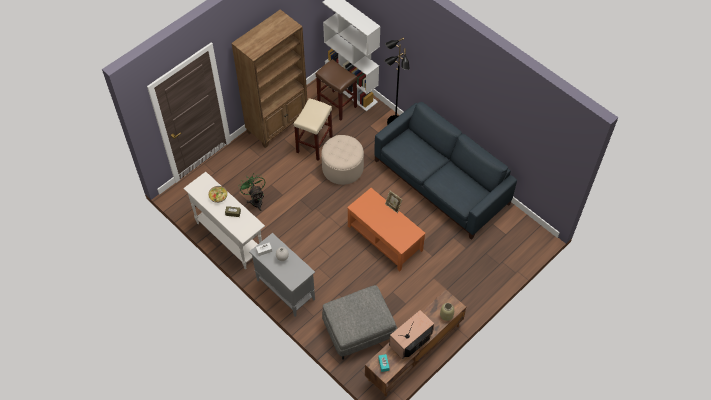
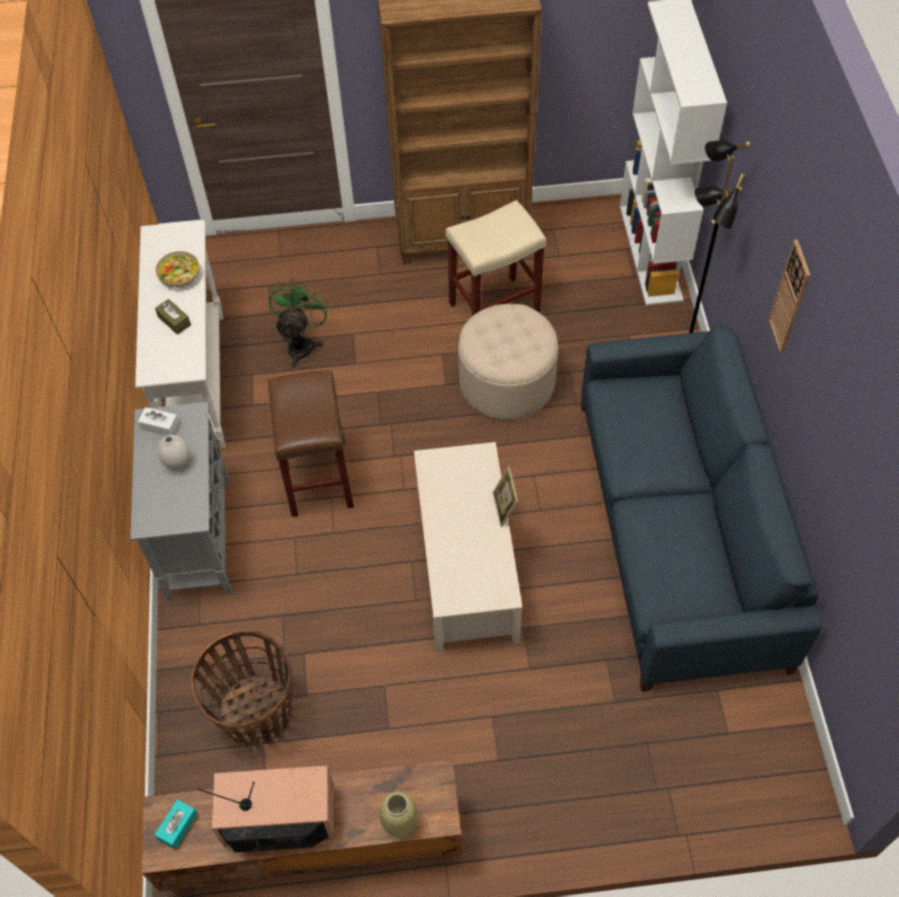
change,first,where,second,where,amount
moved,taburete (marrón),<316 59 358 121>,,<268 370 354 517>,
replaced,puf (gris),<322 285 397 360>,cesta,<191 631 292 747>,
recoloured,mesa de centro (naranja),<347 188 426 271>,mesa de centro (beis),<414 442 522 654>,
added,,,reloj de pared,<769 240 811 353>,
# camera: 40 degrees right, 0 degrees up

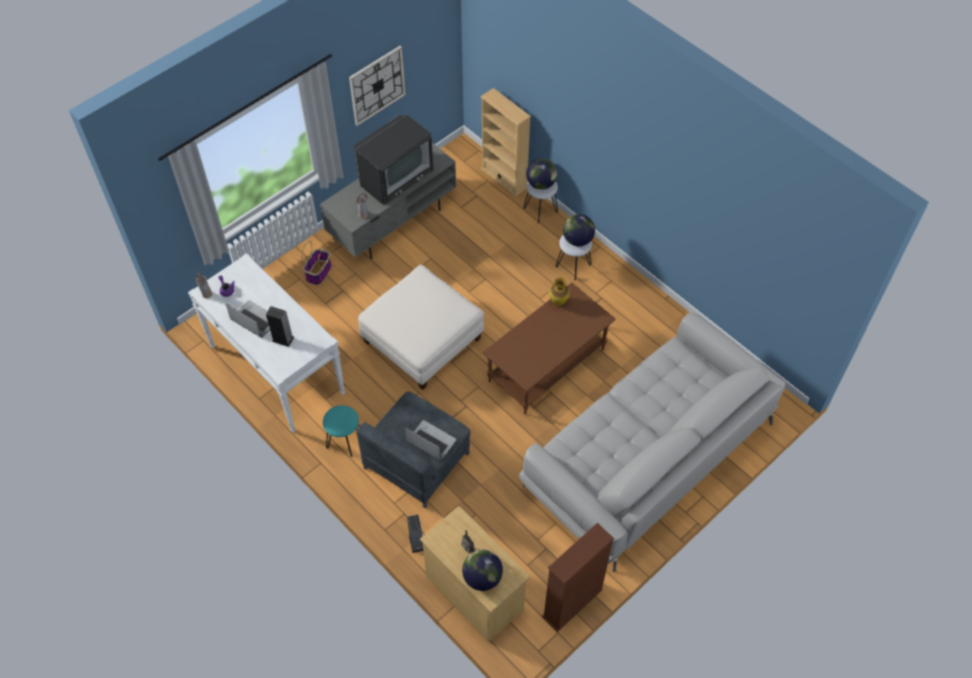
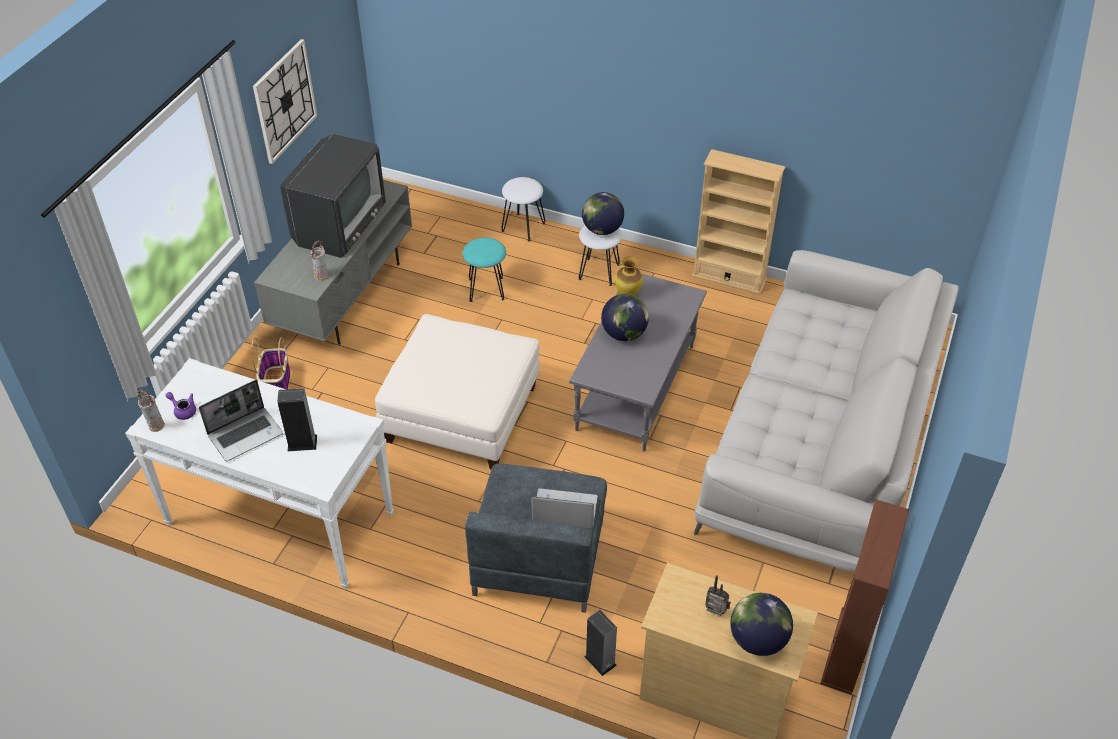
change,first,where,second,where,amount
turned,portátil,<226 300 270 338>,,<199 380 283 461>,135 degrees clockwise
moved,taburete (turquesa),<323 405 360 457>,,<463 238 506 302>,
moved,estantería (beis),<480 88 531 197>,,<692 149 785 294>,
recoloured,mesa de centro (marrón),<483 283 616 415>,mesa de centro (gris),<569 273 707 451>,
moved,globo terráqueo,<526 158 557 190>,,<601 294 649 341>,
# camera: 25 degrees left, 10 degrees down

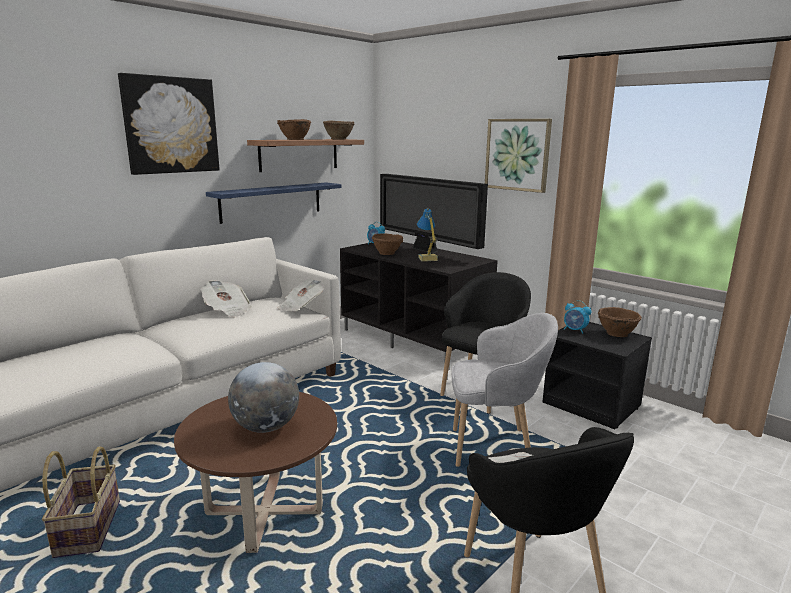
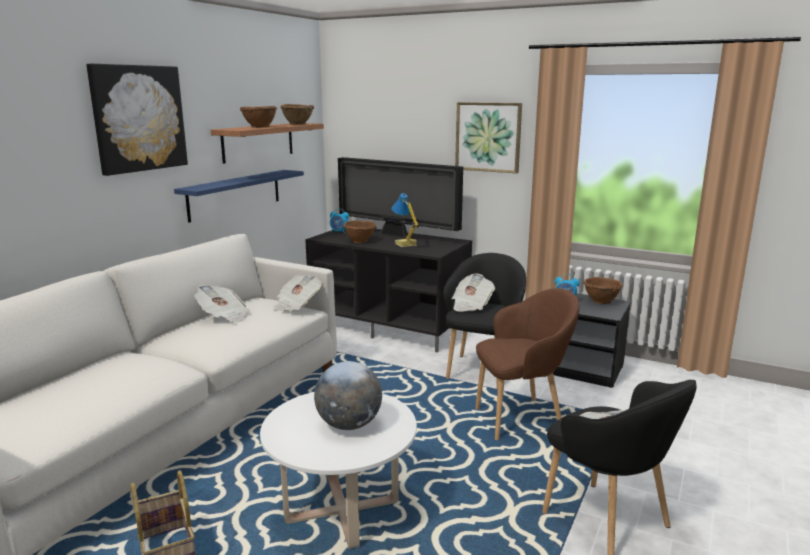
change,first,where,second,where,amount
recoloured,mesa de centro (marrón),<174 392 337 553>,mesa de centro (blanco),<260 392 417 549>,
recoloured,sillón (gris),<452 313 558 467>,sillón (marrón),<475 288 579 440>,
added,,,periódico,<452 273 495 312>,
# camera: 15 degrees left, 0 degrees up

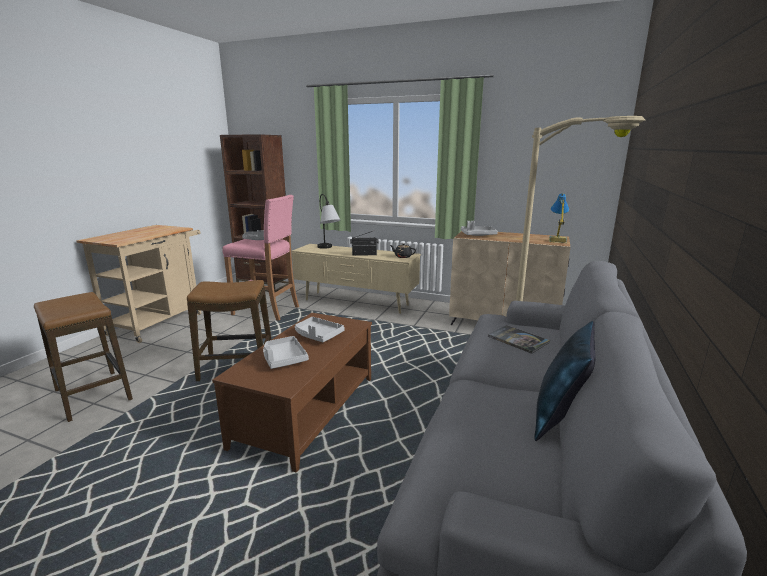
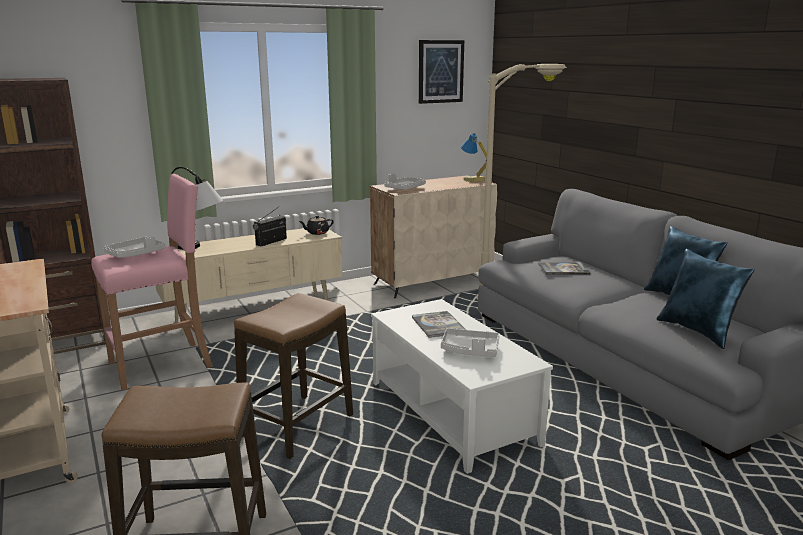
change,first,where,second,where,amount
recoloured,mesa de centro (marrón),<212 313 372 473>,mesa de centro (blanco),<371 299 553 474>,
replaced,bandeja (gris),<295 317 345 342>,libro,<412 311 466 338>,
added,,,cuadro,<419 40 464 104>,
added,,,cojín (azul),<656 249 754 349>,
# camera: 50 degrees left, 0 degrees up

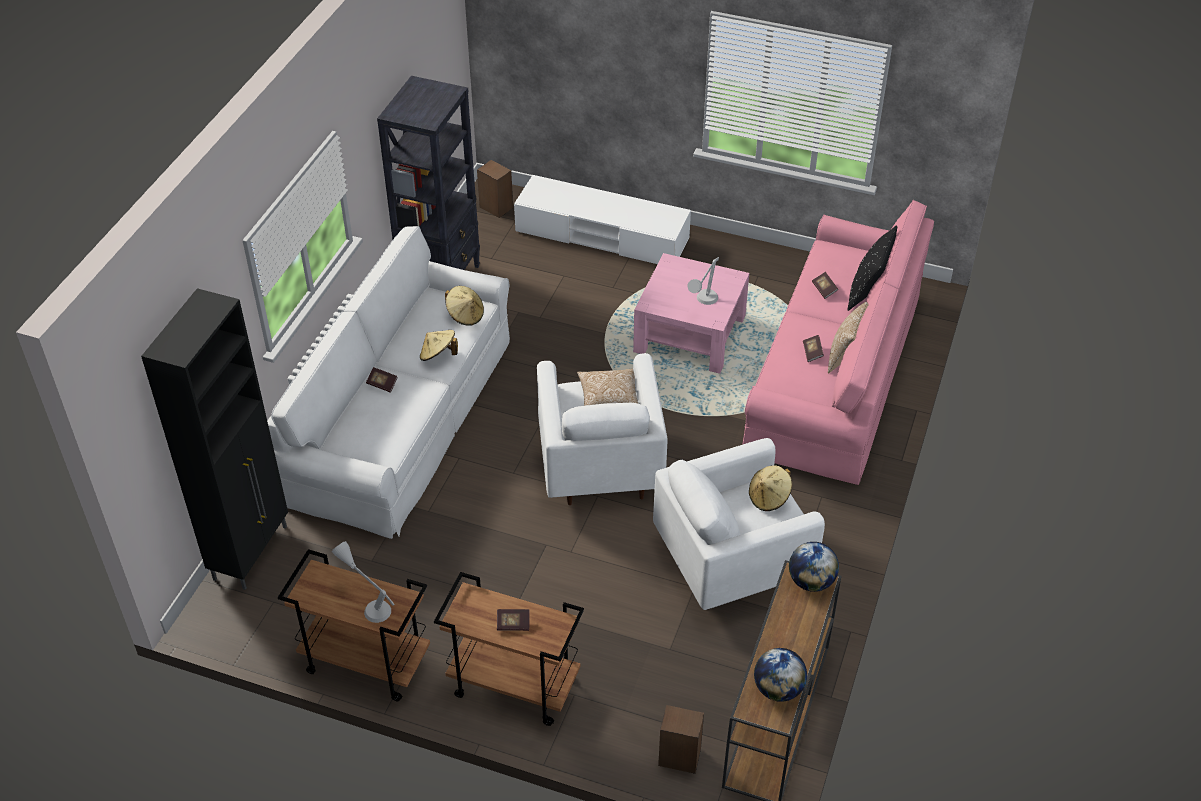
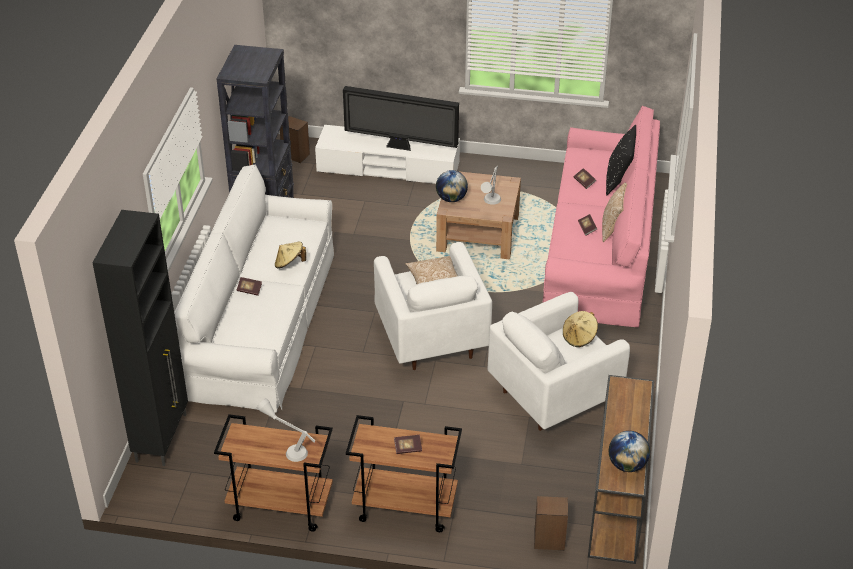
change,first,where,second,where,amount
removed,sombrero (beis),<445 286 484 326>,,,
recoloured,mesa de centro (rosa),<633 253 749 374>,mesa de centro (marrón),<436 171 521 260>,
moved,globo terráqueo,<789 542 839 592>,,<436 170 468 202>,
added,,,televisor,<343 86 459 151>,
# camera: 10 degrees left, 5 degrees down

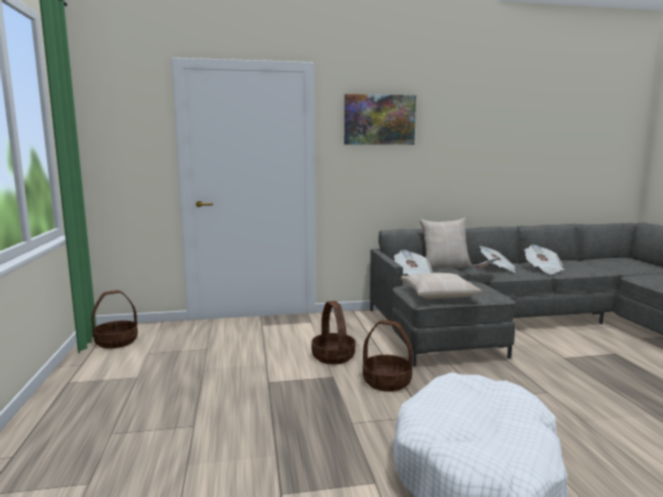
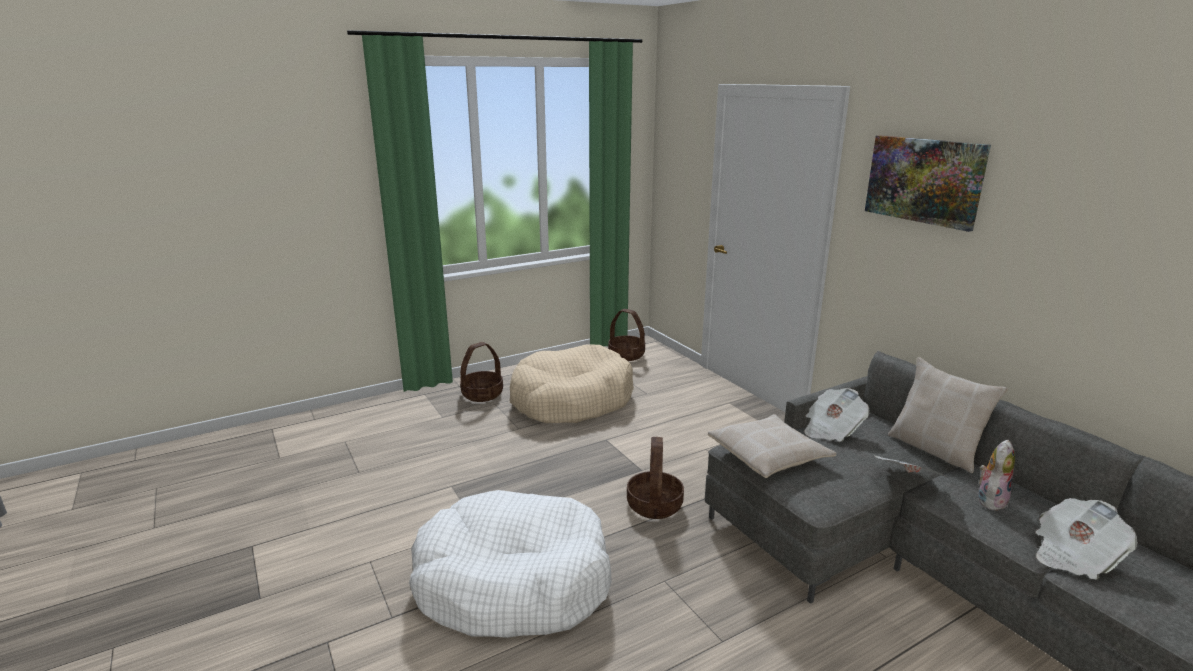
change,first,where,second,where,amount
moved,cesta,<312 301 355 364>,,<460 342 503 402>,
replaced,periódico,<479 246 516 273>,peluche,<979 440 1015 510>,
added,,,cama para perro (beis),<510 344 634 423>,
# camera: 70 degrees right, 10 degrees up

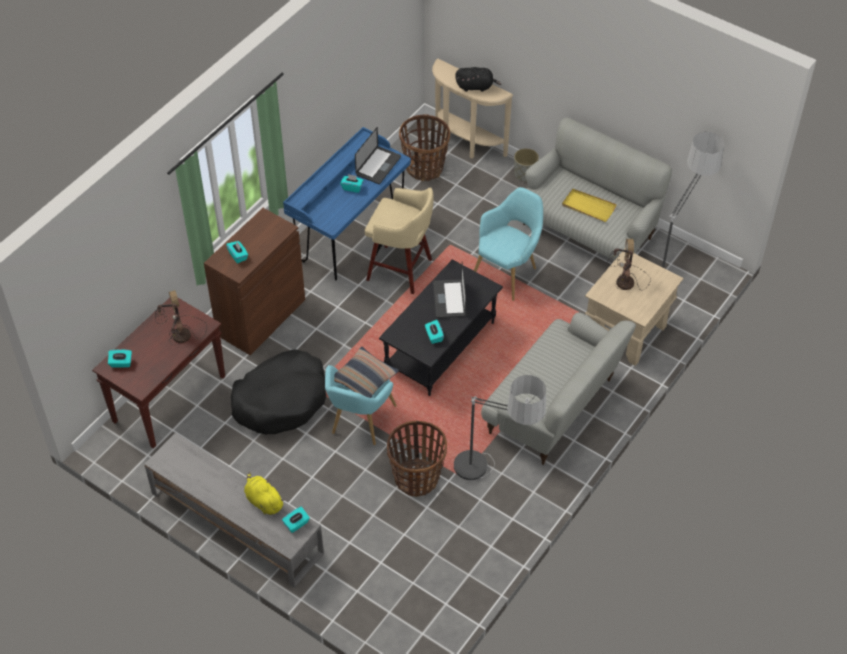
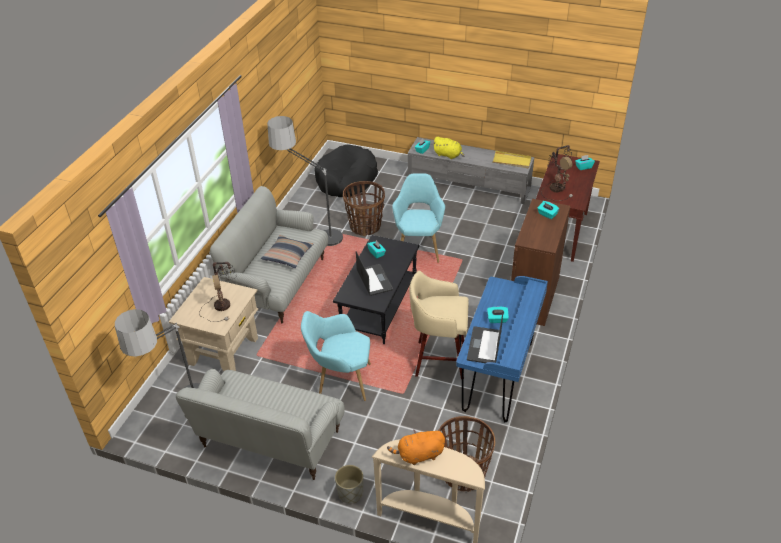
change,first,where,second,where,amount
moved,cama para perro (negro),<231 349 326 434>,,<314 144 378 197>,
moved,cojín,<334 347 399 398>,,<261 235 313 268>,
recoloured,peluche (negro),<455 67 501 92>,peluche (naranja),<387 430 445 465>,
turned,sillón (turquesa),<474 187 543 301>,,<301 311 371 401>,75 degrees clockwise
moved,bandeja (amarillo),<562 189 617 222>,,<492 151 531 168>,
# camera: 165 degrees right, 10 degrees down

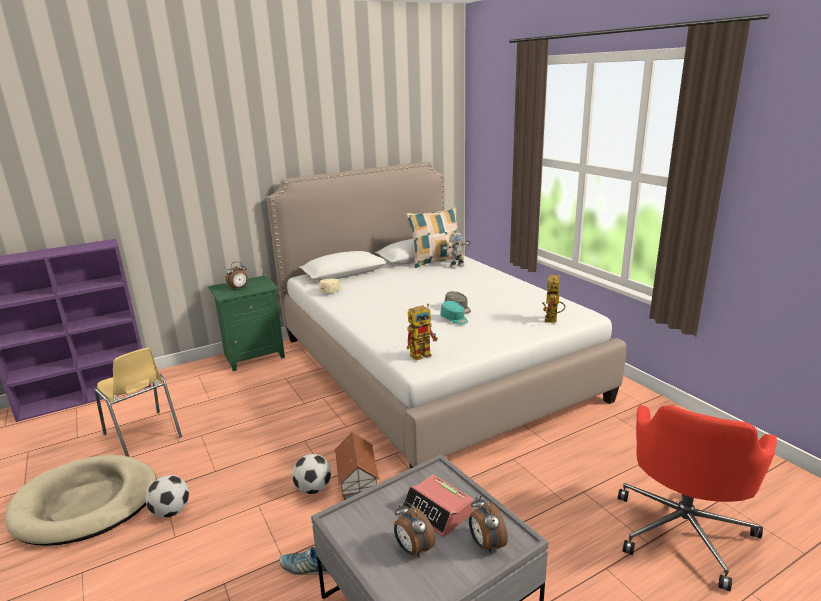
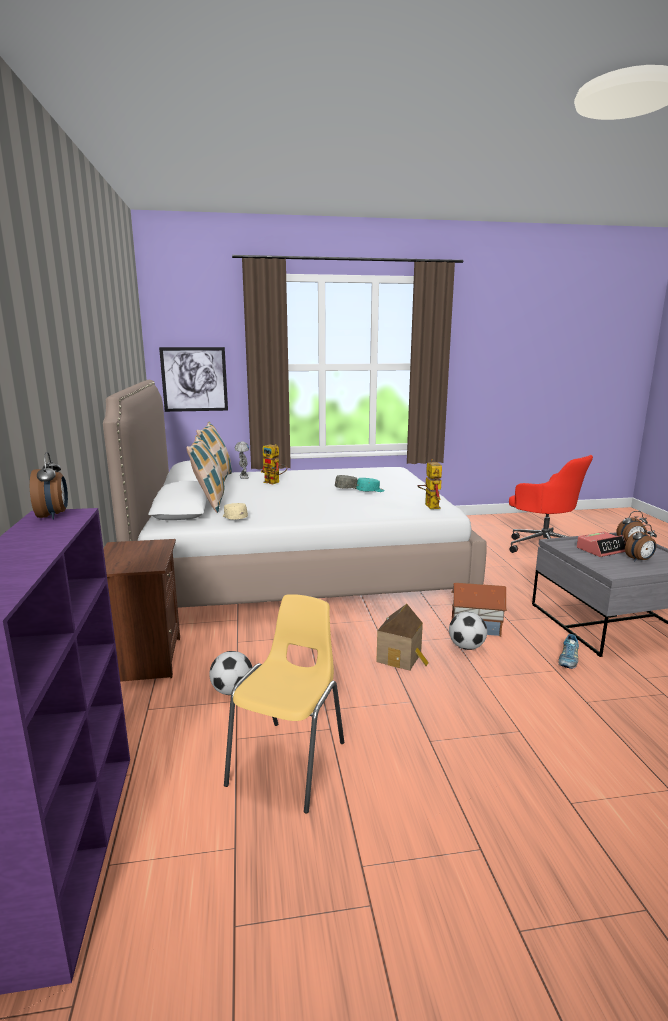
change,first,where,second,where,amount
removed,cama para perro (beis),<5 455 156 546>,,,
turned,silla (amarillo),<94 348 182 457>,,<224 594 344 814>,45 degrees counterclockwise
moved,balón de fútbol,<145 475 189 518>,,<209 651 252 695>,
recoloured,mesita de noche (verde),<208 275 285 371>,mesita de noche (marrón),<103 539 180 682>,
moved,despertador,<226 262 248 290>,,<30 452 68 520>,
moved,robot de juguete,<542 275 566 323>,,<261 444 287 484>,
added,,,cuadro,<159 347 228 412>,
added,,,cojín,<186 435 225 513>,
added,,,casita,<377 604 429 671>,
# camera: 70 degrees left, 5 degrees down

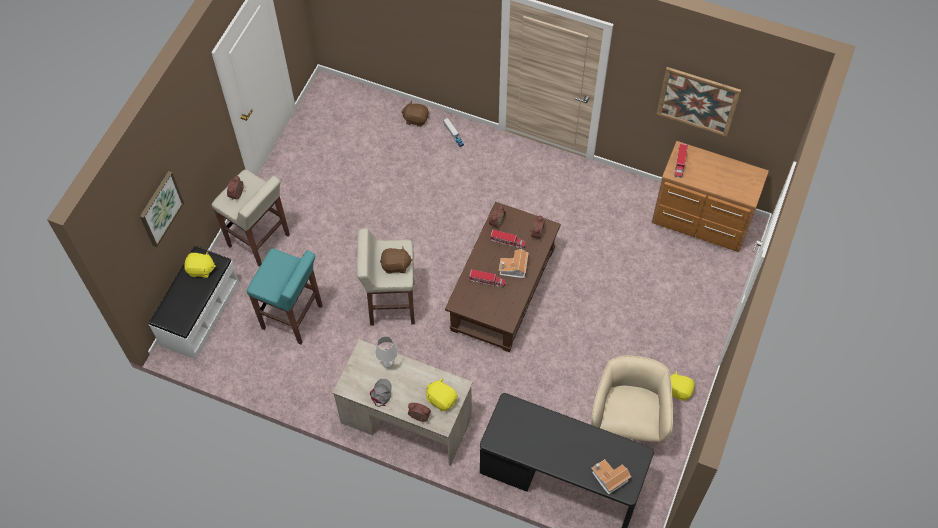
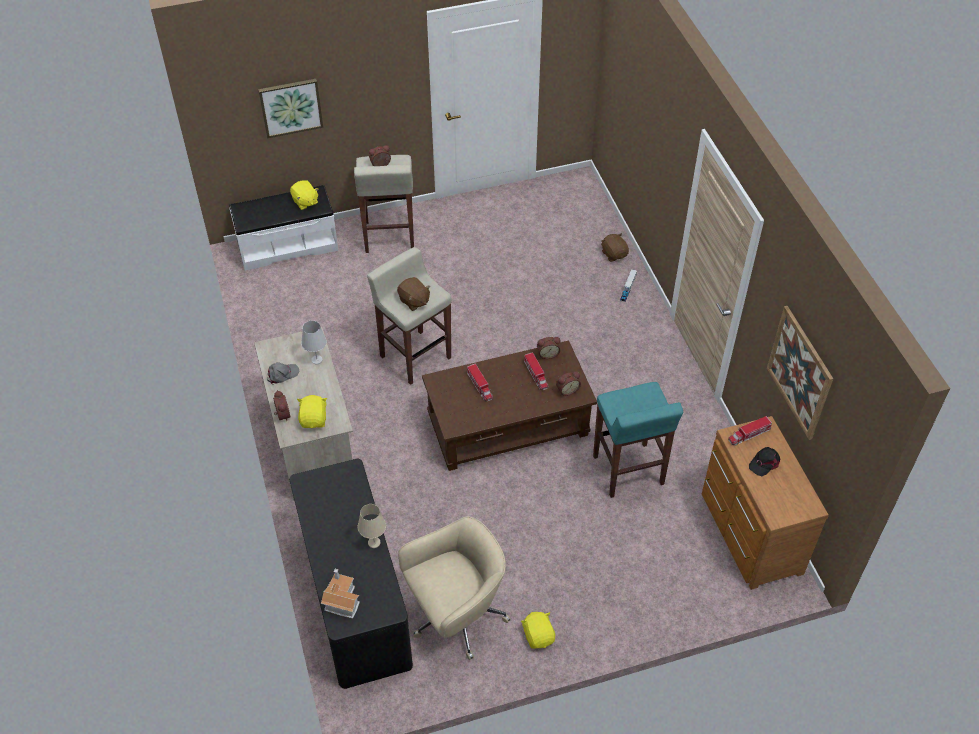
change,first,where,second,where,amount
moved,taburete (turquesa),<247 248 323 344>,,<593 382 683 498>,
removed,casita,<499 249 529 278>,,,
added,,,lámpara de mesa (beis),<358 504 386 548>,
added,,,gorra (negro),<749 447 780 476>,
# camera: 50 degrees right, 10 degrees down

